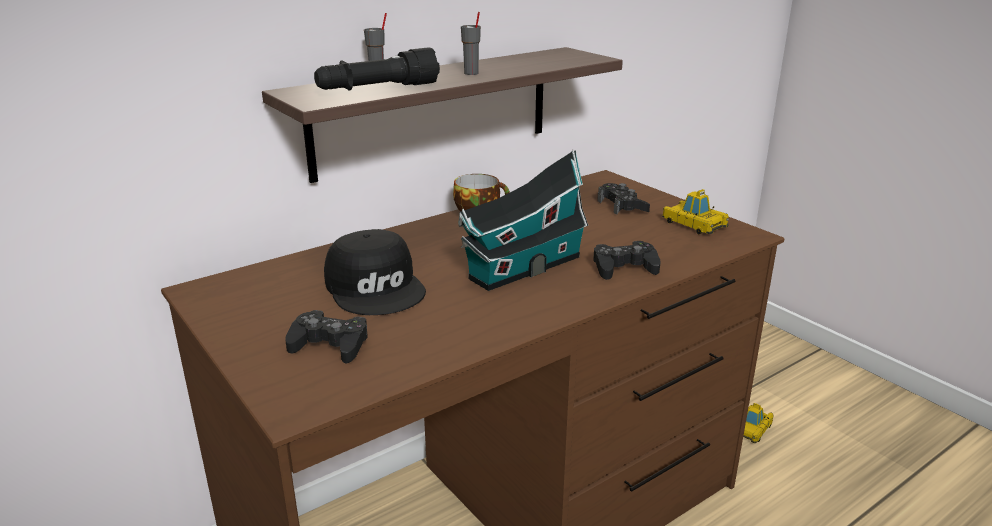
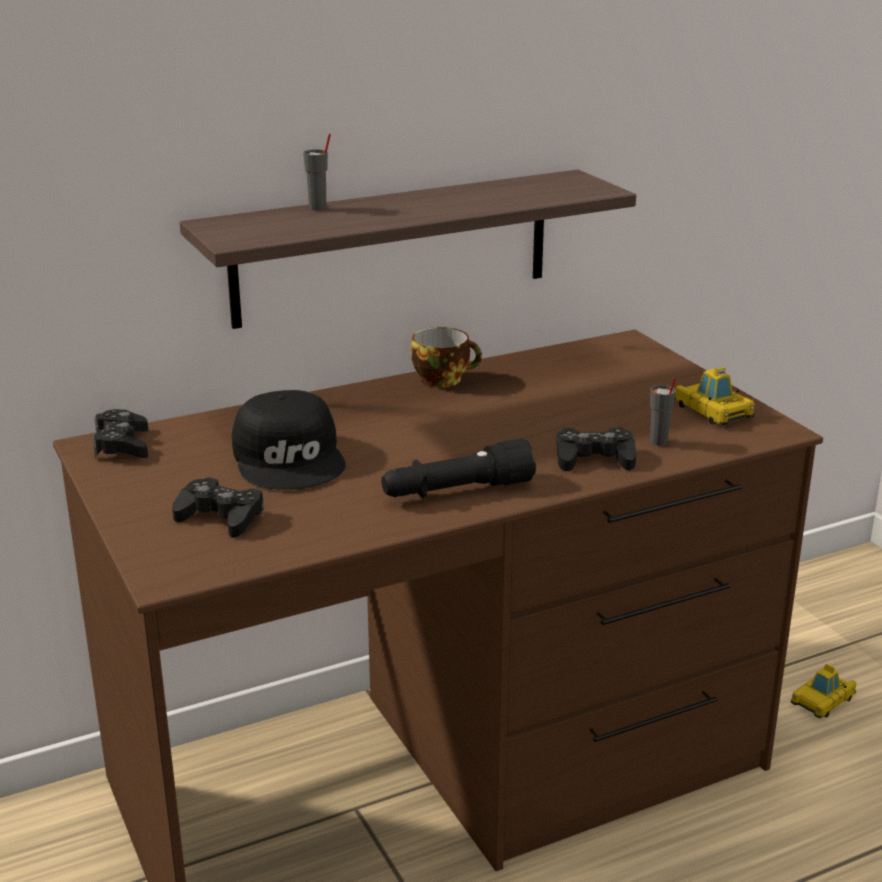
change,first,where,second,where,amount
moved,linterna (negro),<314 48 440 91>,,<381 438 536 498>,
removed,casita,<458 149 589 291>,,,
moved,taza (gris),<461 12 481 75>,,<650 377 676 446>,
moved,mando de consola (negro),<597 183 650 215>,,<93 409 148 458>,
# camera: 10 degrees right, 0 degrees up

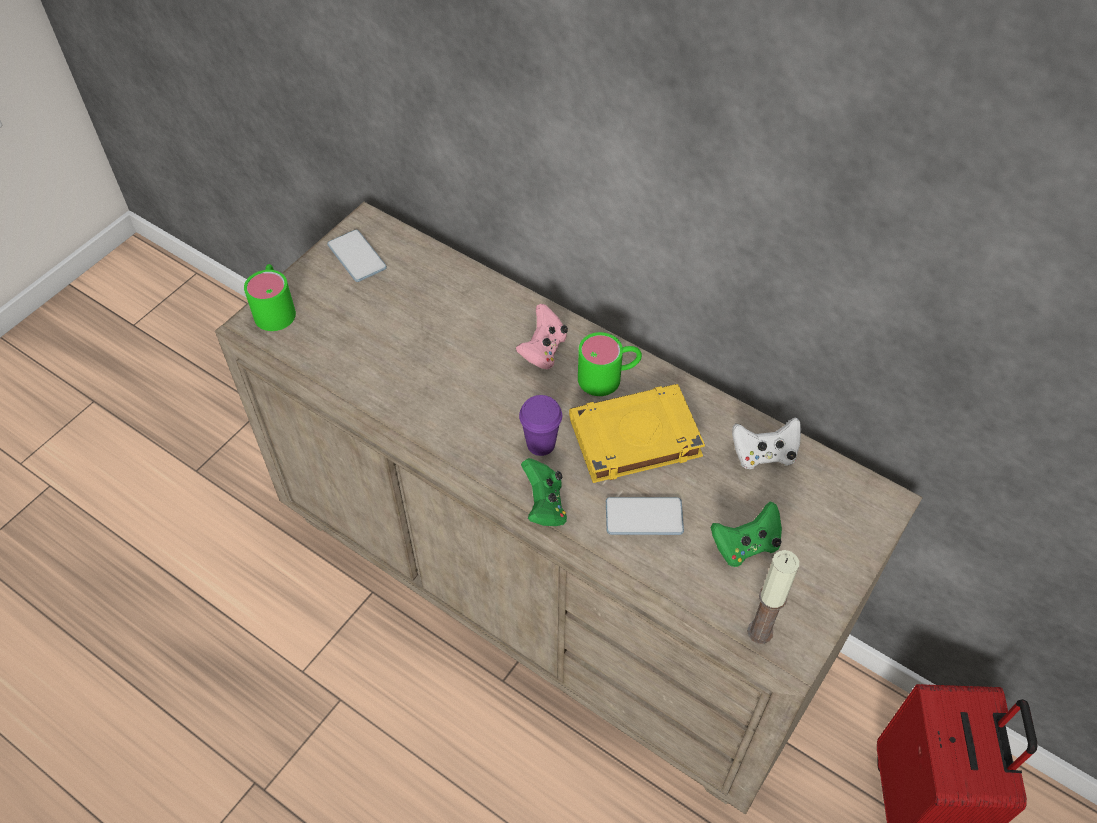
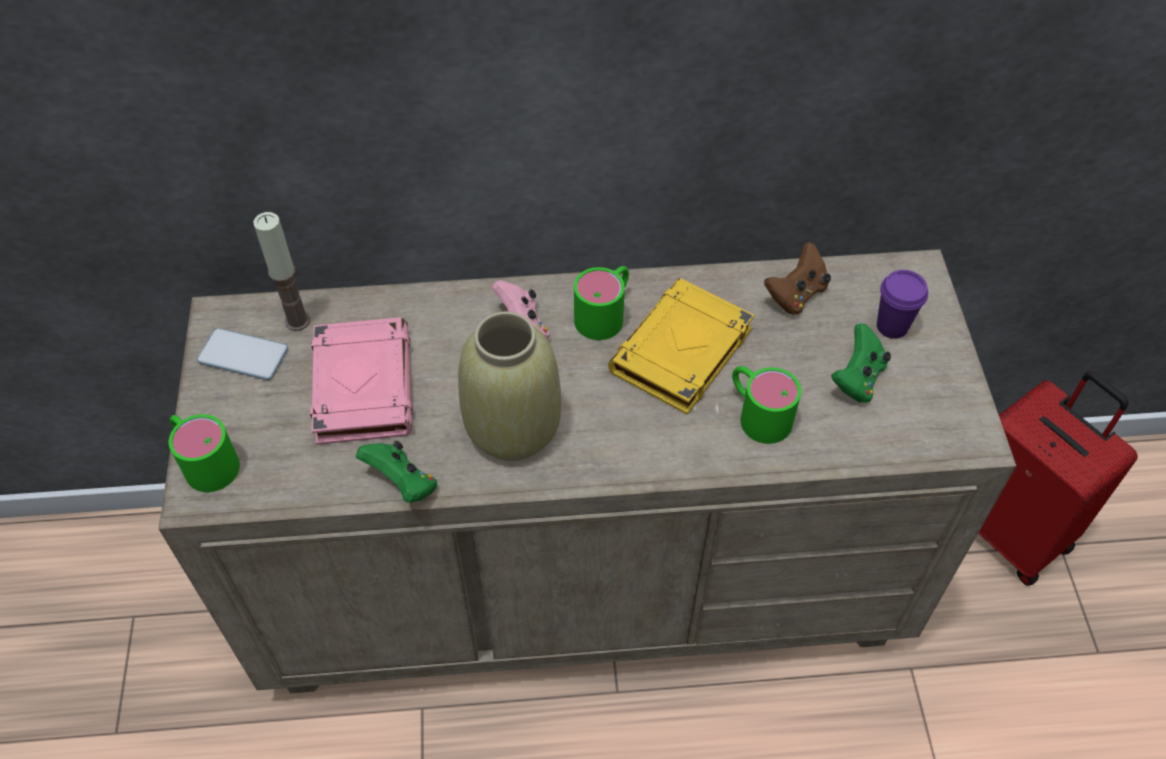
change,first,where,second,where,amount
moved,taza (morado),<519 395 562 456>,,<877 270 928 339>,
moved,mando de consola (verde),<521 458 567 526>,,<356 441 437 503>,
replaced,móvil,<606 497 684 535>,taza grande (verde),<732 366 801 444>,
recoloured,mando de consola (blanco),<732 417 801 469>,mando de consola (marrón),<764 242 831 315>,
moved,vela,<747 550 799 644>,,<253 212 310 331>,
added,,,libro (rosa),<310 317 413 445>,
added,,,florero (beis),<458 311 561 461>,
# camera: 40 degrees left, 0 degrees up

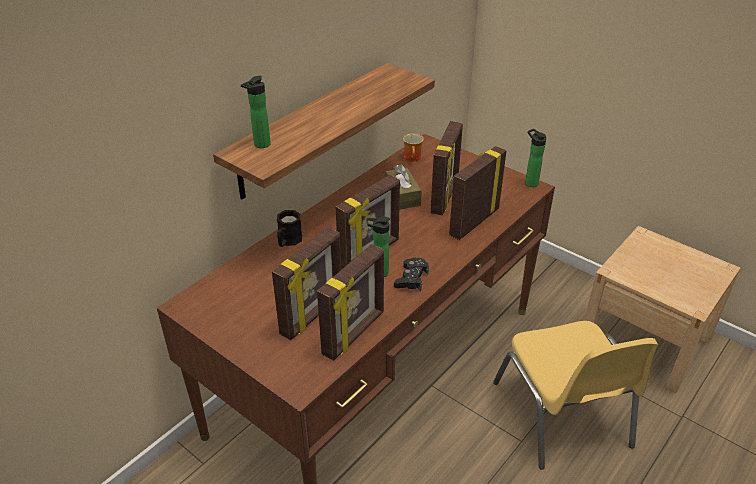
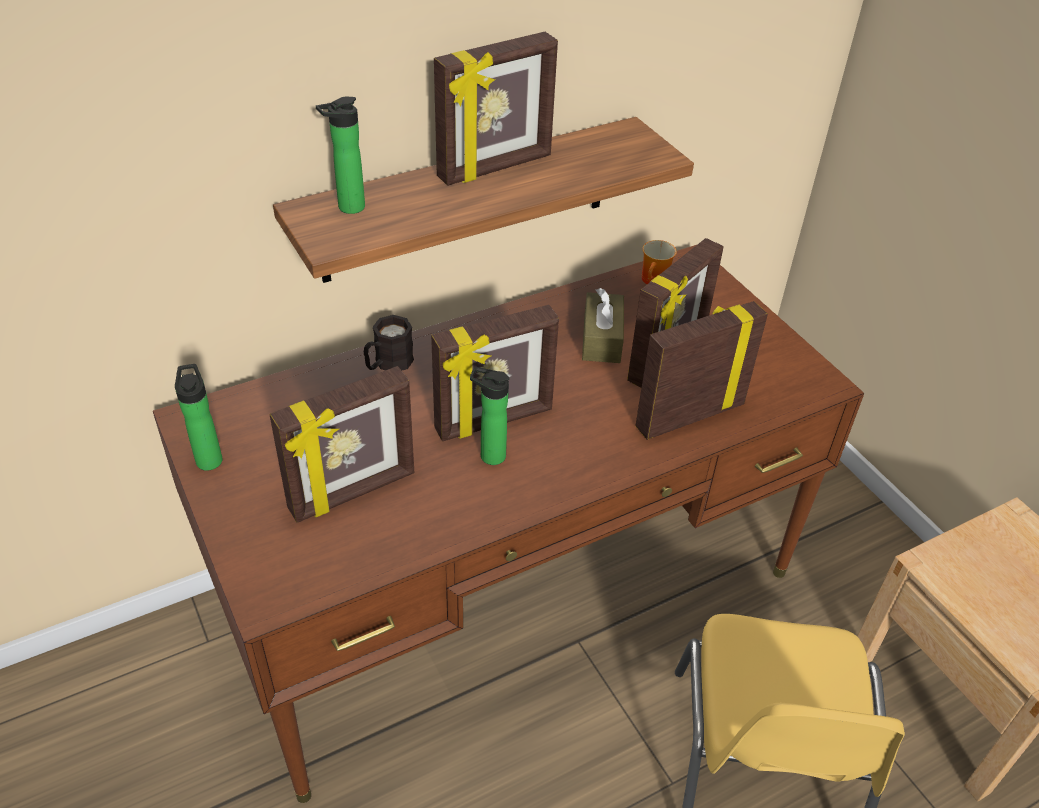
change,first,where,second,where,amount
moved,portarretratos,<317 244 384 361>,,<434 32 558 186>,
removed,mando de consola (negro),<394 257 429 291>,,,
moved,botella,<525 129 546 187>,,<175 364 222 471>,
# camera: 20 degrees right, 5 degrees up

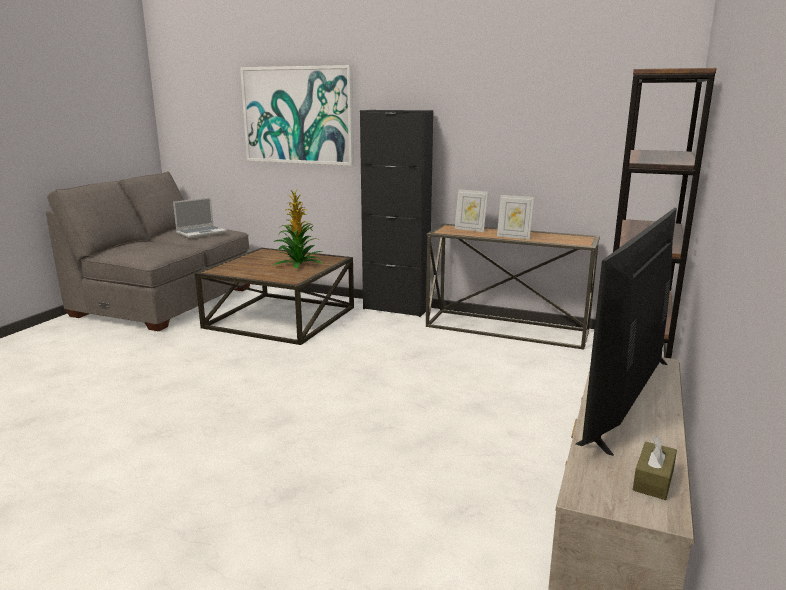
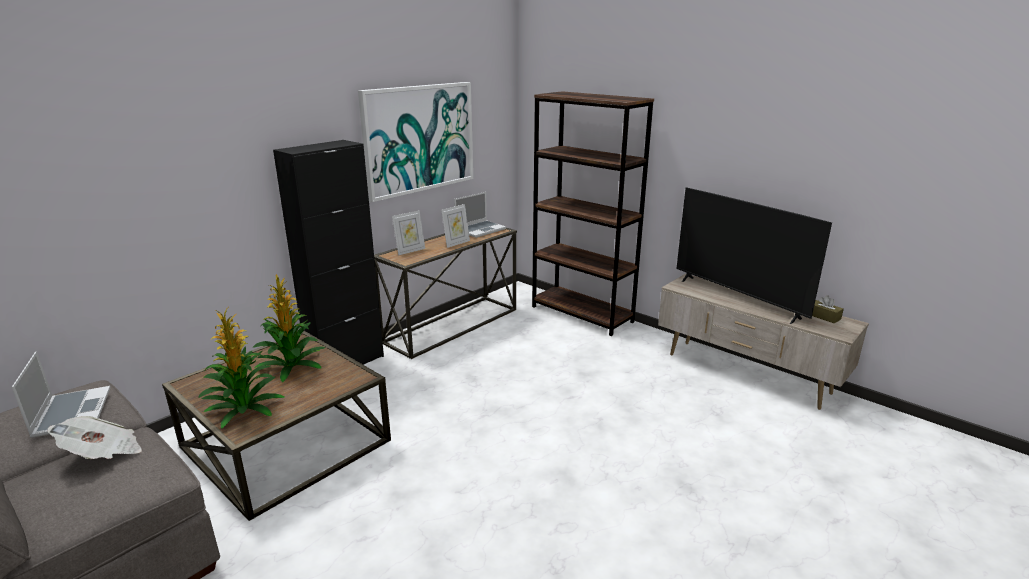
change,first,where,second,where,amount
moved,cuadro,<240 65 354 166>,,<358 82 473 202>,
added,,,periódico,<47 416 142 459>,
added,,,planta en maceta,<198 308 284 429>,
added,,,portátil,<454 192 506 238>,
# camera: 70 degrees left, 5 degrees up

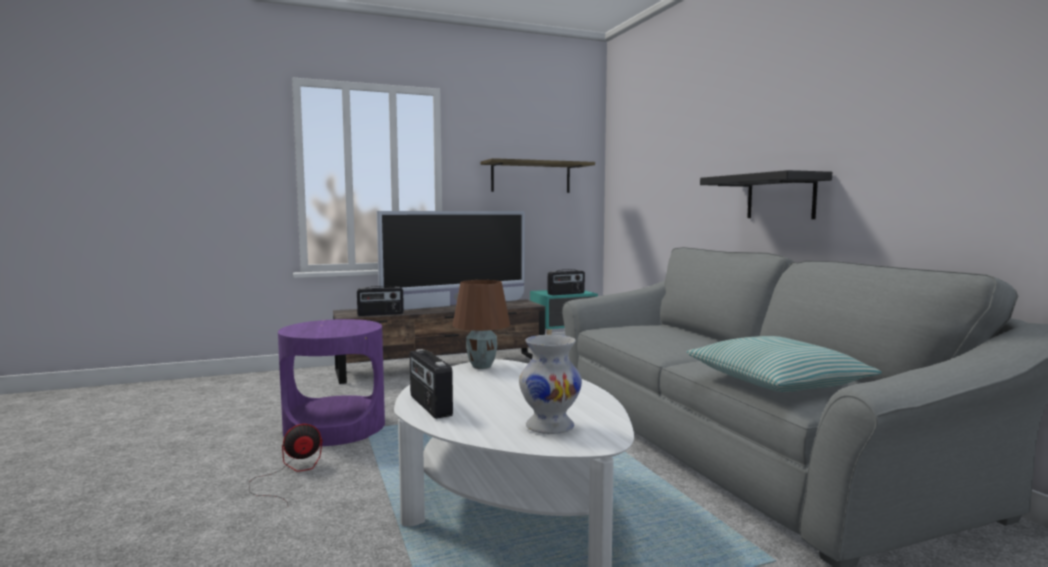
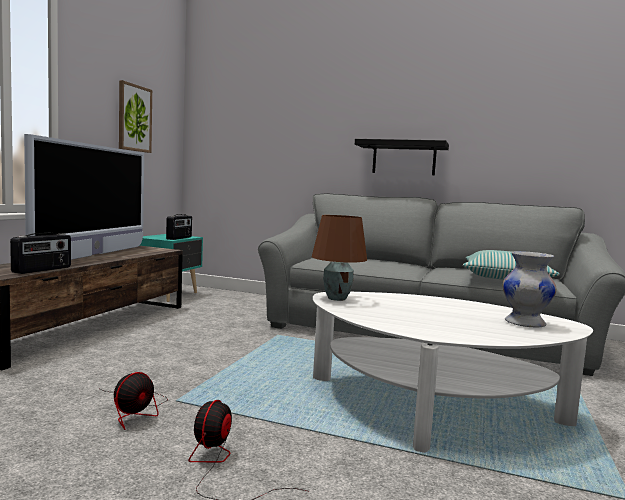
change,first,where,second,where,amount
replaced,mesa auxiliar (morado),<278 319 385 446>,ventilador,<98 372 168 430>,
removed,radio,<410 349 453 419>,,,
replaced,estante,<480 158 595 193>,cuadro,<119 80 152 153>,
# camera: 50 degrees left, 0 degrees up

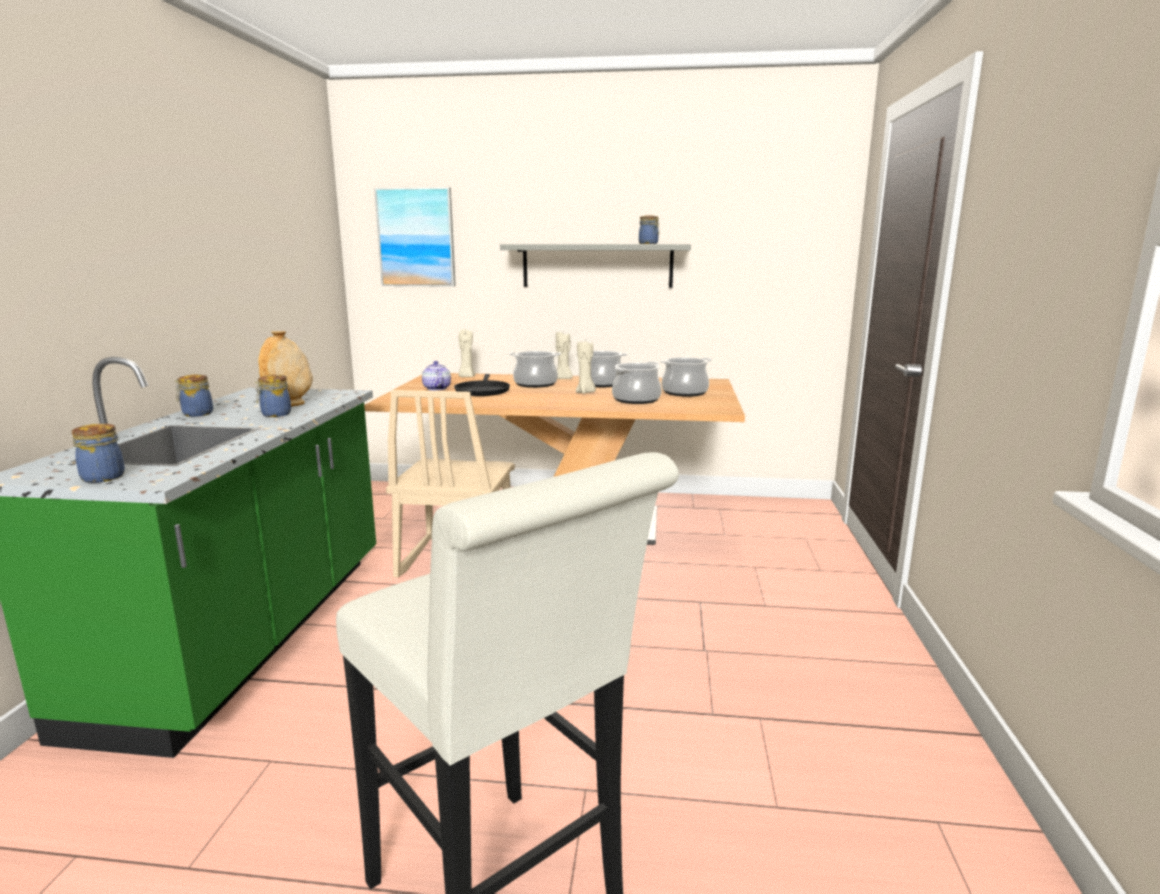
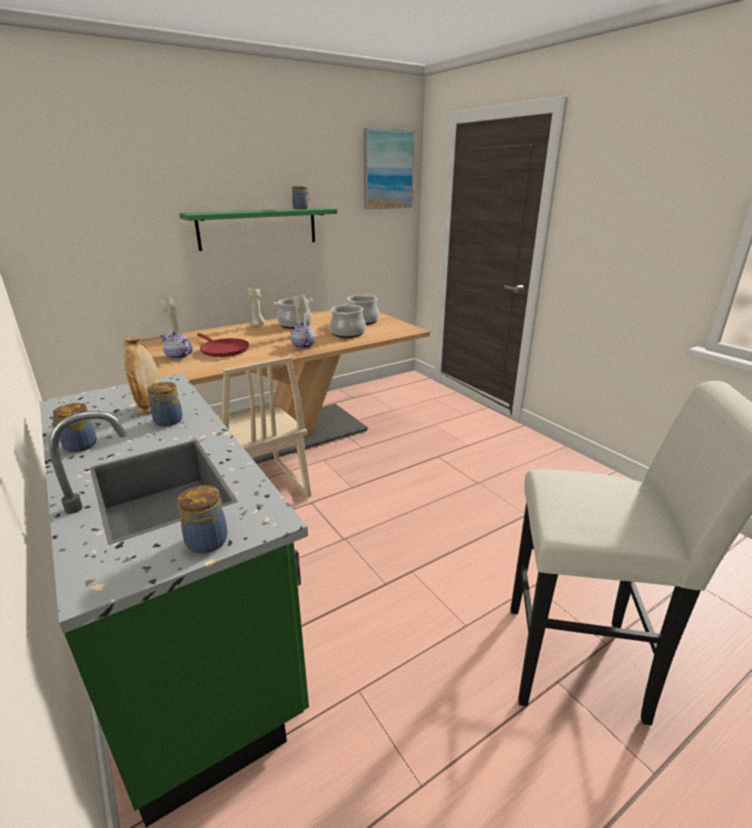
change,first,where,second,where,amount
moved,cuadro,<374 187 456 287>,,<364 128 415 209>,
recoloured,sartén (negro),<454 374 510 396>,sartén (rojo),<197 333 249 357>,
recoloured,estante (gris),<500 244 691 288>,estante (verde),<179 208 337 251>,
removed,olla,<509 351 561 388>,,,
added,,,tetera,<291 322 315 349>,
# camera: 40 degrees left, 10 degrees up

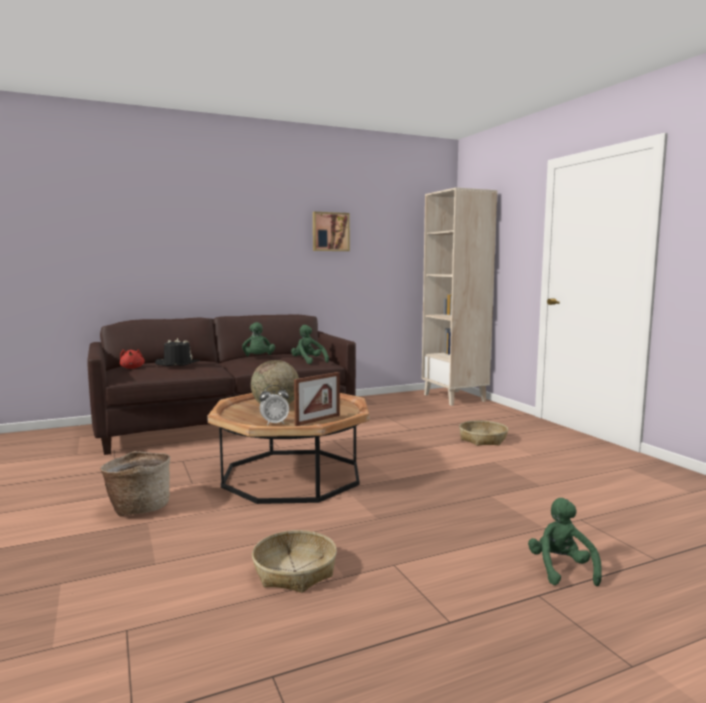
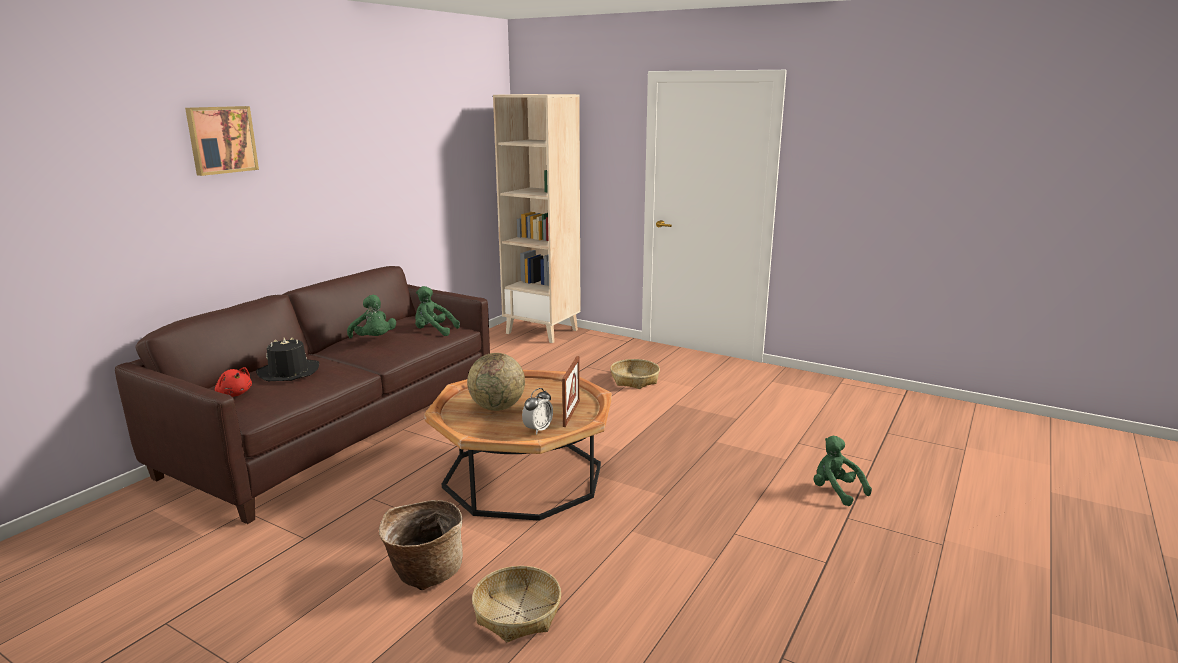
change,first,where,second,where,amount
moved,cesta,<252 530 337 593>,,<472 566 561 642>,
moved,cuadro,<313 212 350 251>,,<185 106 259 176>,
# camera: 35 degrees left, 10 degrees up

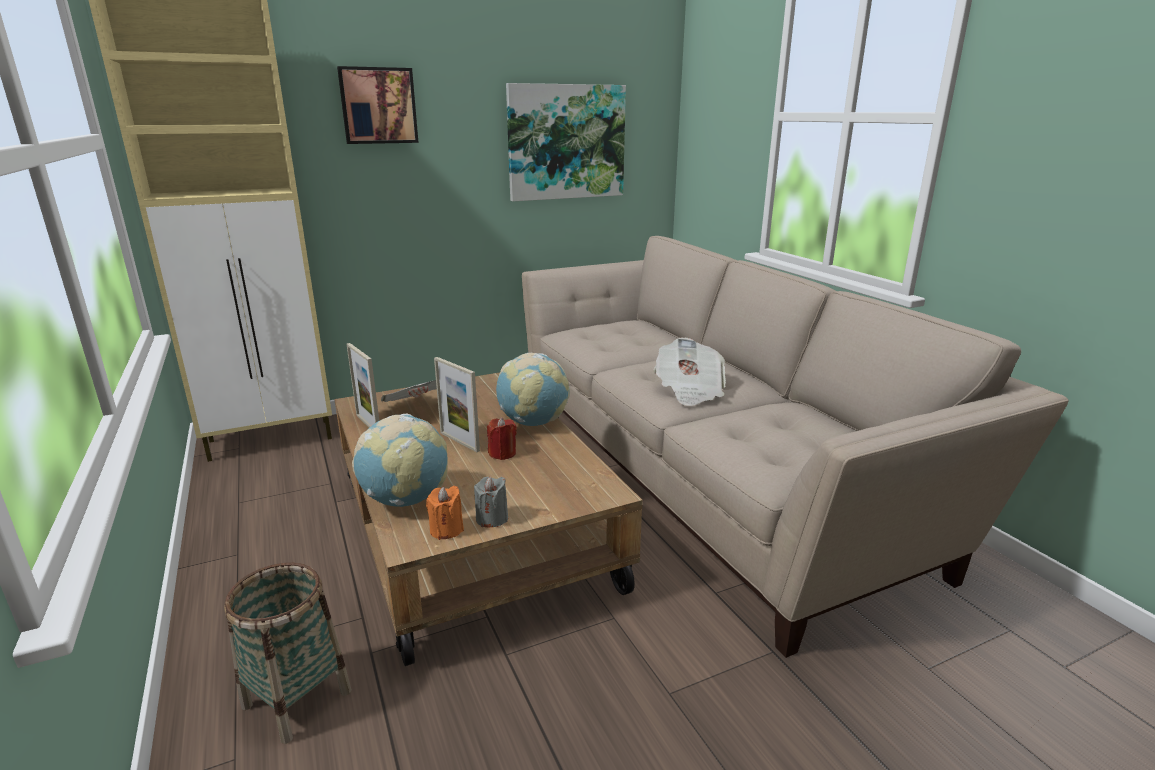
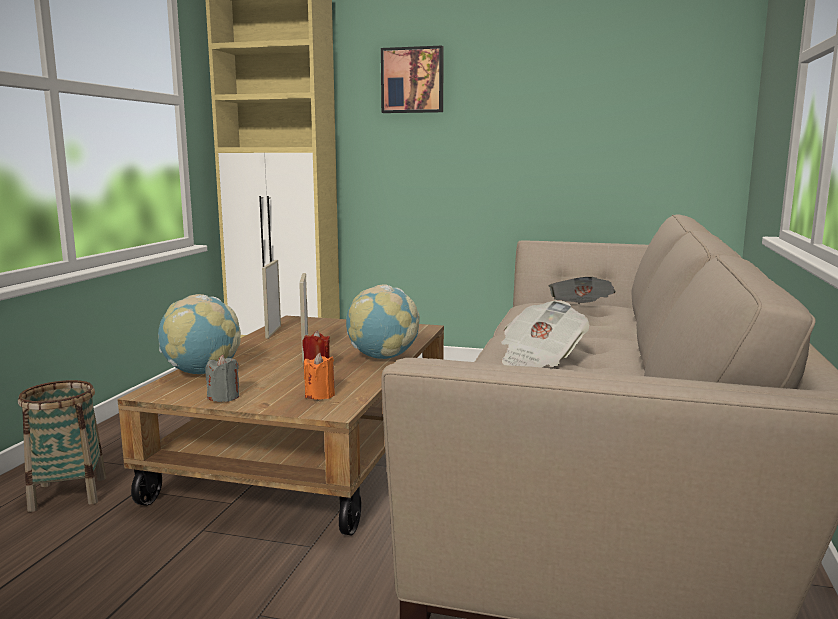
change,first,where,second,where,amount
moved,periódico,<381 380 437 402>,,<548 277 616 303>,
moved,vela (naranja),<426 486 464 540>,,<304 353 335 400>,
removed,cuadro,<506 83 626 201>,,,
# camera: 40 degrees right, 10 degrees down

